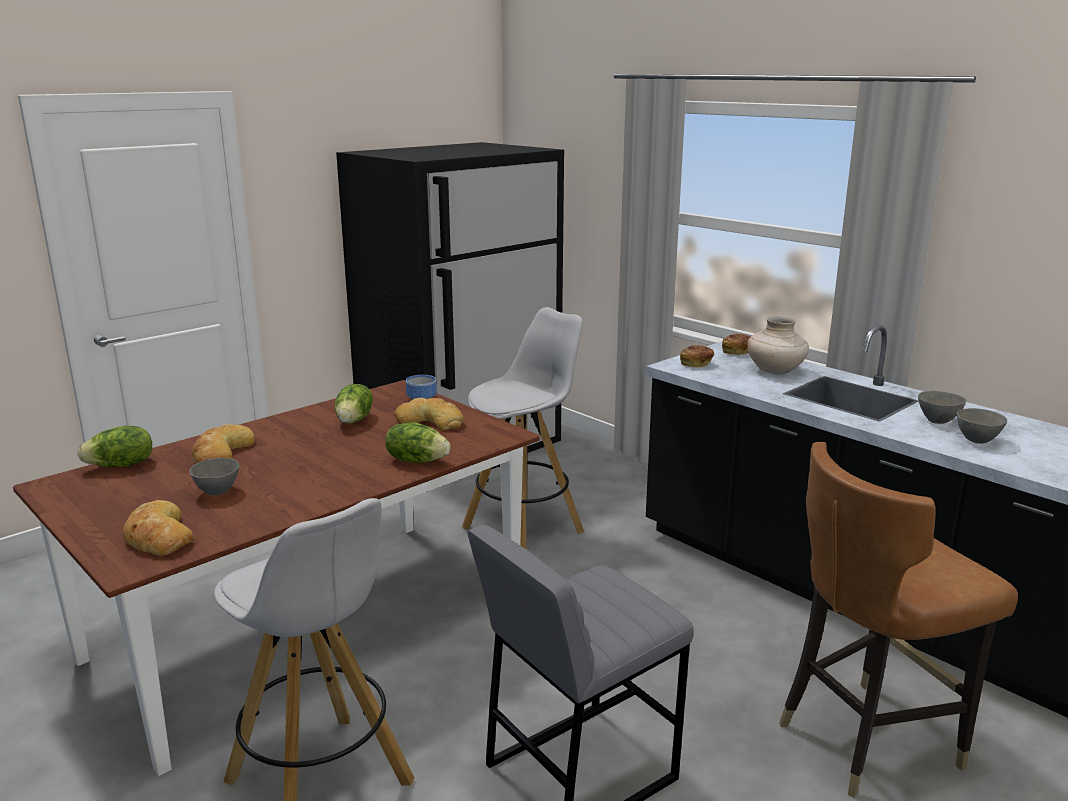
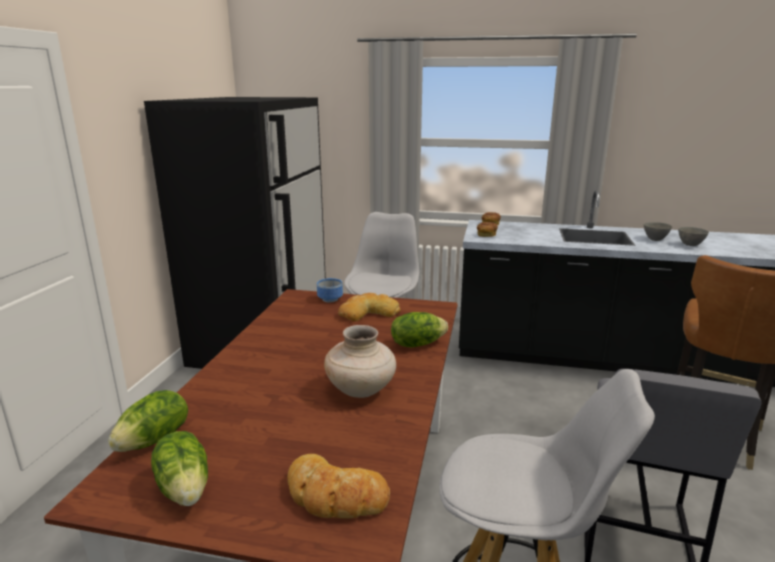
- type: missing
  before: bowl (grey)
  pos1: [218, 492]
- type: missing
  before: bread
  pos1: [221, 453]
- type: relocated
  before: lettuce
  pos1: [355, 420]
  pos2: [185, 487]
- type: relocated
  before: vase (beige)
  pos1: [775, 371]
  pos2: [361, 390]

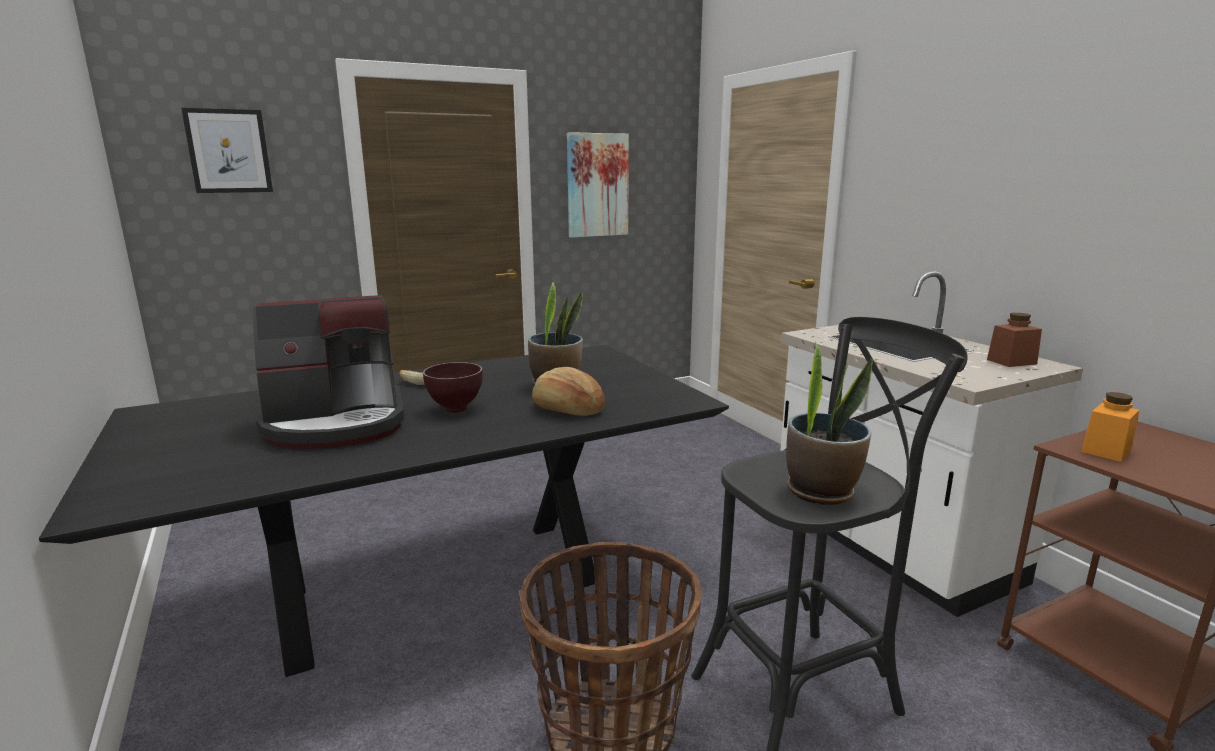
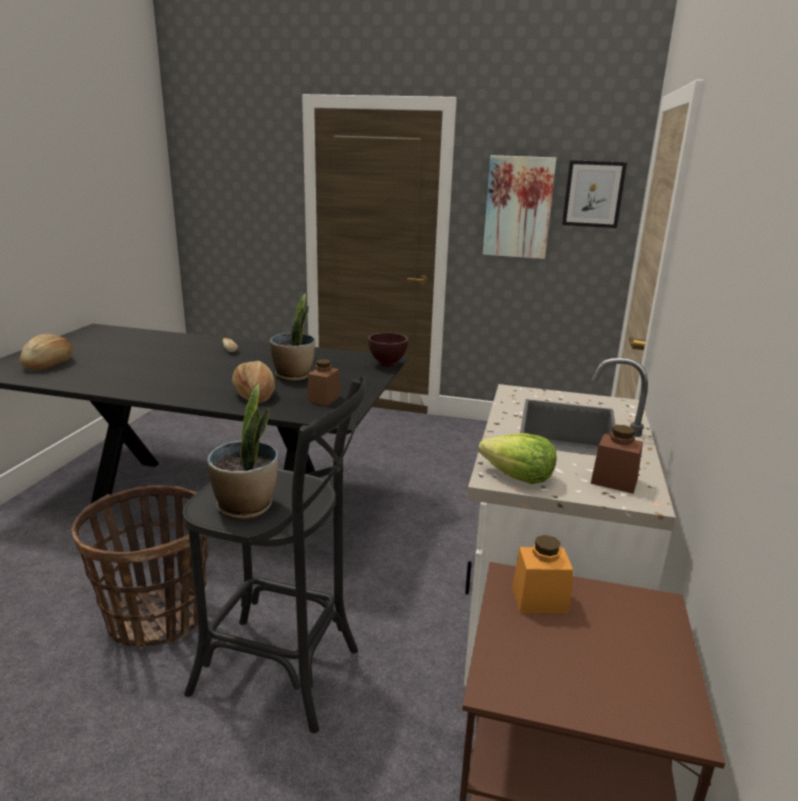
- type: missing
  before: coffee machine
  pos1: [337, 424]
- type: appeared
  after: bread
  pos2: [49, 364]
- type: appeared
  after: jar (brown)
  pos2: [324, 398]
- type: appeared
  after: lettuce
  pos2: [518, 476]
- type: relocated
  before: picture
  pos1: [229, 151]
  pos2: [593, 194]
- type: relocated
  before: bowl (brown)
  pos1: [456, 409]
  pos2: [388, 365]

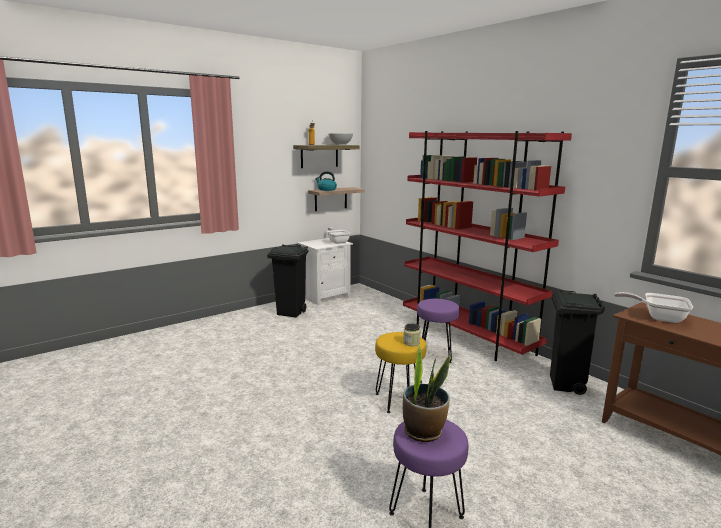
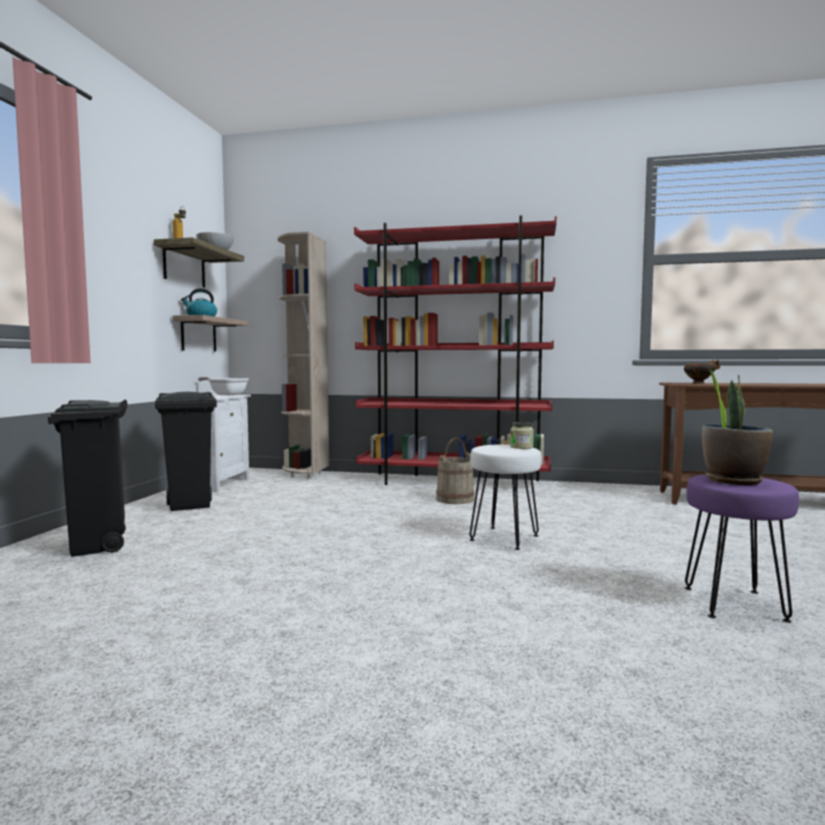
- type: appeared
  after: bookcase (beige)
  pos2: [303, 475]
- type: relocated
  before: trash can (black)
  pos1: [566, 385]
  pos2: [98, 547]
- type: exchanged
  before: stool (purple)
  after: bucket (beige)
  pos1: [435, 355]
  pos2: [455, 499]
- type: exchanged
  before: frying pan
  after: bowl
  pos1: [658, 317]
  pos2: [699, 383]
- type: colour
  before: stool (yellow)
  after: stool (white)
  pos1: [398, 400]
  pos2: [504, 538]

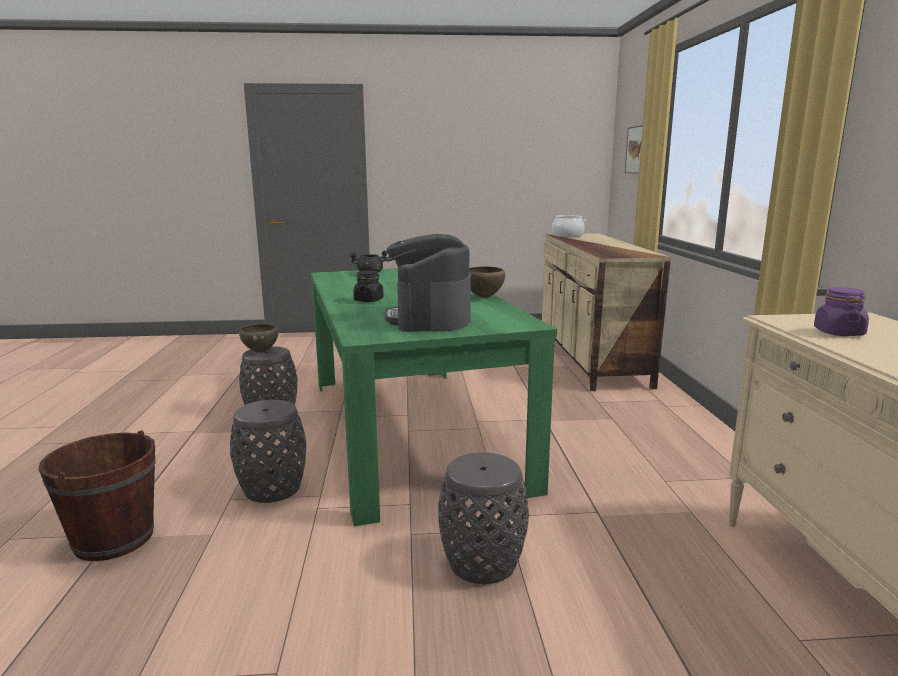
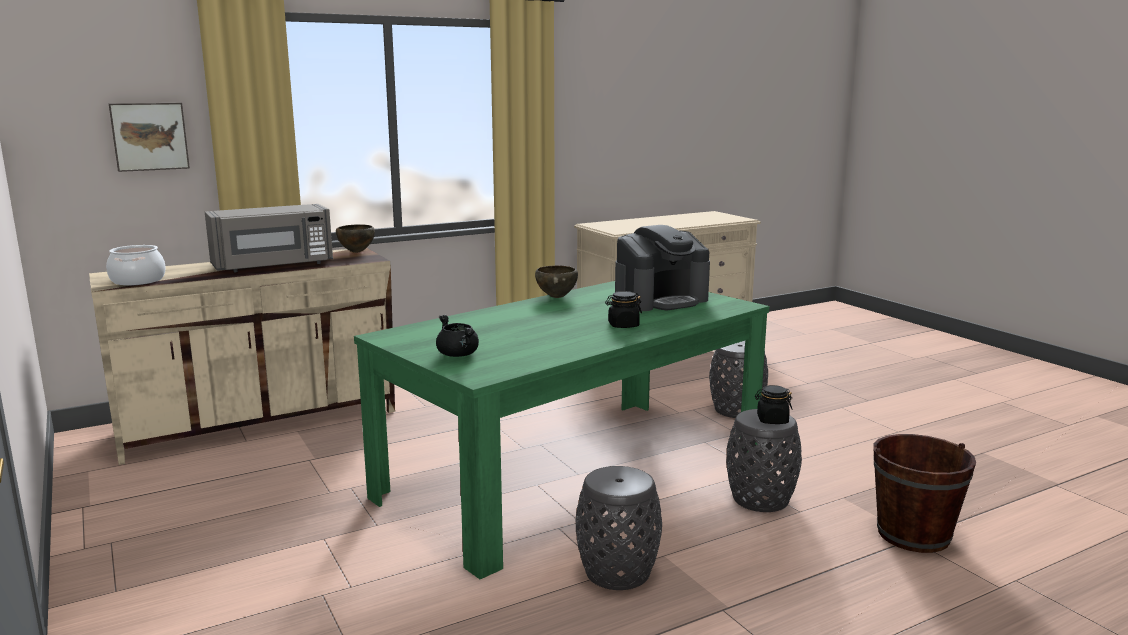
- type: missing
  before: jar (purple)
  pos1: [838, 333]
- type: appeared
  after: microwave (grey)
  pos2: [274, 266]
- type: appeared
  after: jar (black)
  pos2: [772, 420]
- type: relocated
  before: bowl (brown)
  pos1: [261, 352]
  pos2: [356, 252]

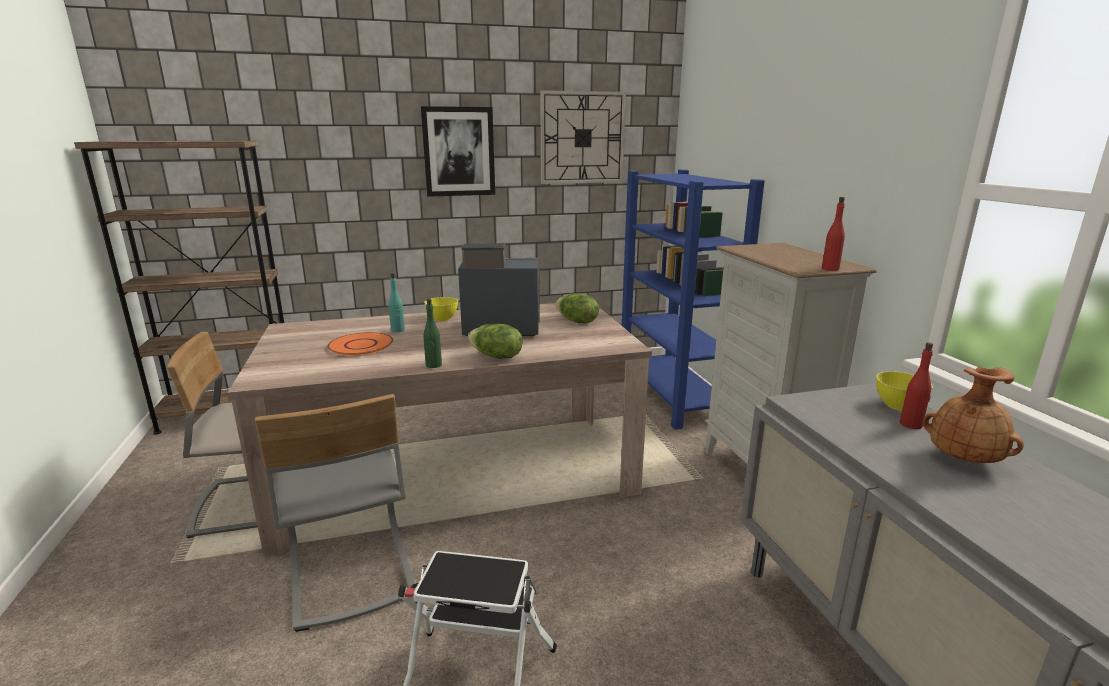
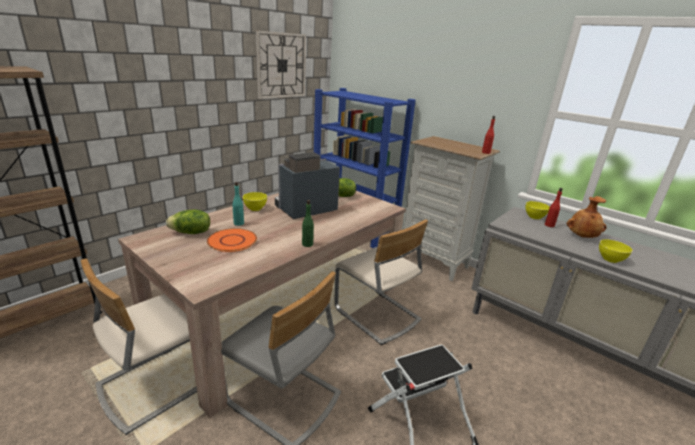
- type: missing
  before: picture
  pos1: [459, 152]
- type: appeared
  after: chair (beige)
  pos2: [376, 315]
- type: appeared
  after: bowl (yellow)
  pos2: [610, 259]
- type: relocated
  before: lettuce
  pos1: [496, 356]
  pos2: [191, 233]

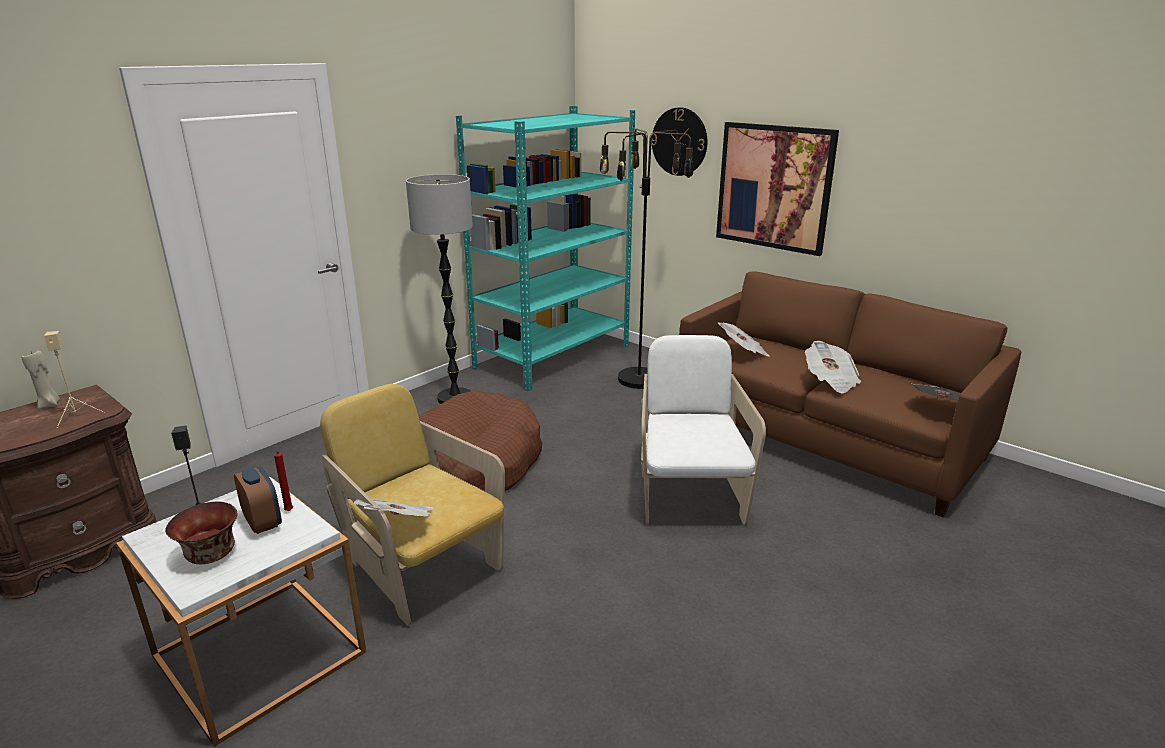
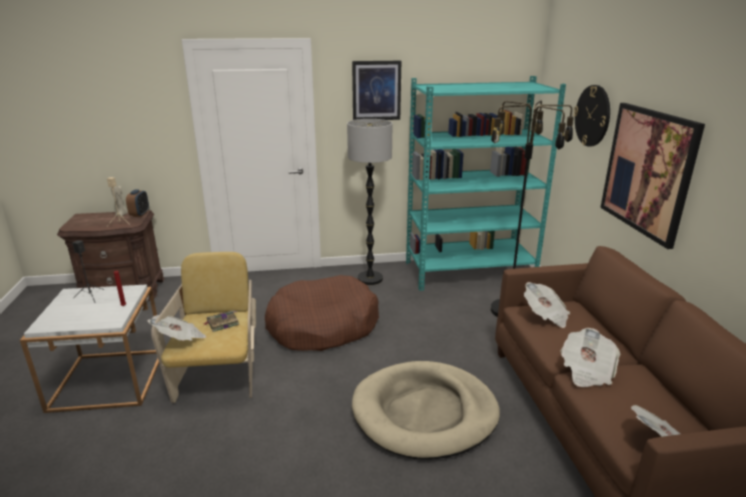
- type: missing
  before: bowl
  pos1: [212, 555]
- type: appeared
  after: book
  pos2: [222, 323]
- type: appeared
  after: picture
  pos2: [376, 91]
- type: relocated
  before: alarm clock
  pos1: [263, 522]
  pos2: [140, 214]
- type: exchanged
  before: armchair (white)
  after: dog bed (beige)
  pos1: [689, 494]
  pos2: [424, 413]

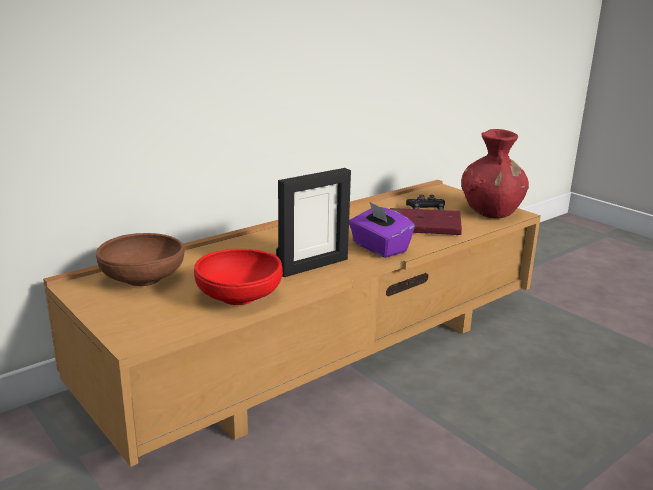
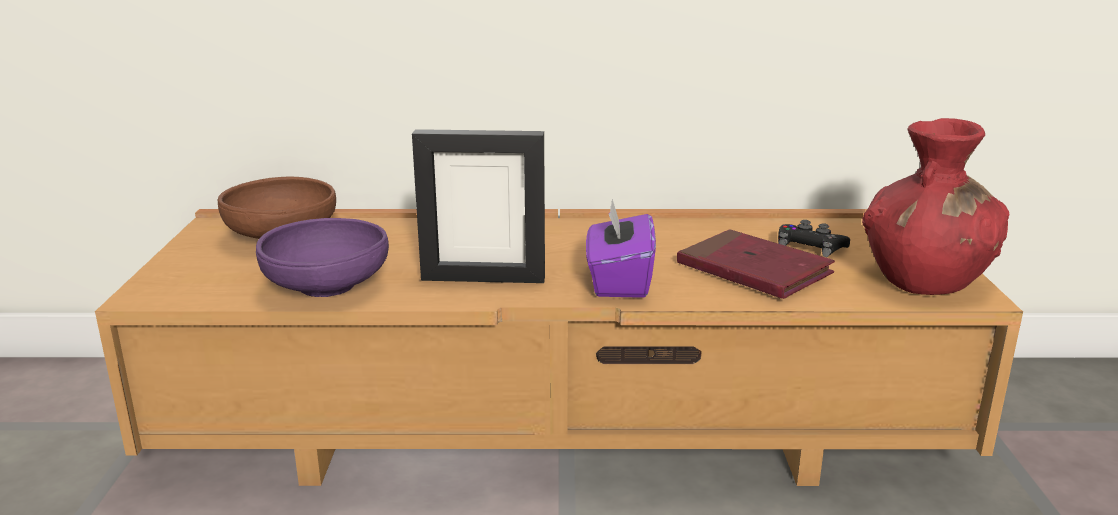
- type: colour
  before: bowl (red)
  after: bowl (purple)
  pos1: [239, 297]
  pos2: [327, 287]

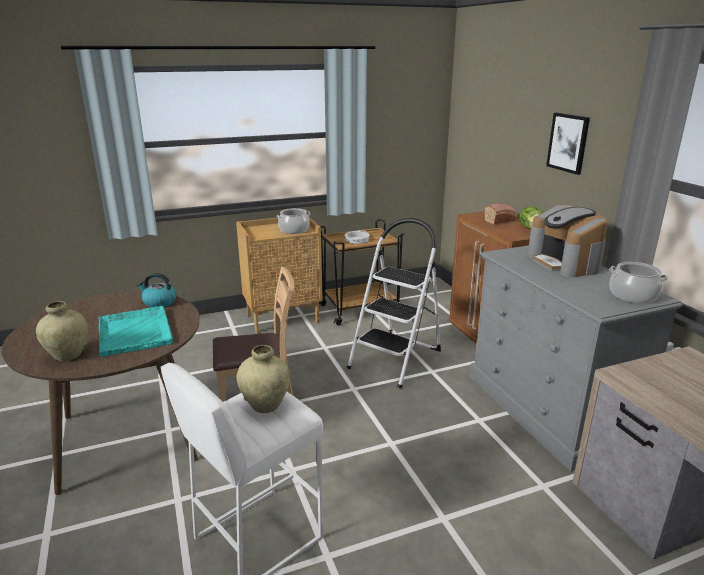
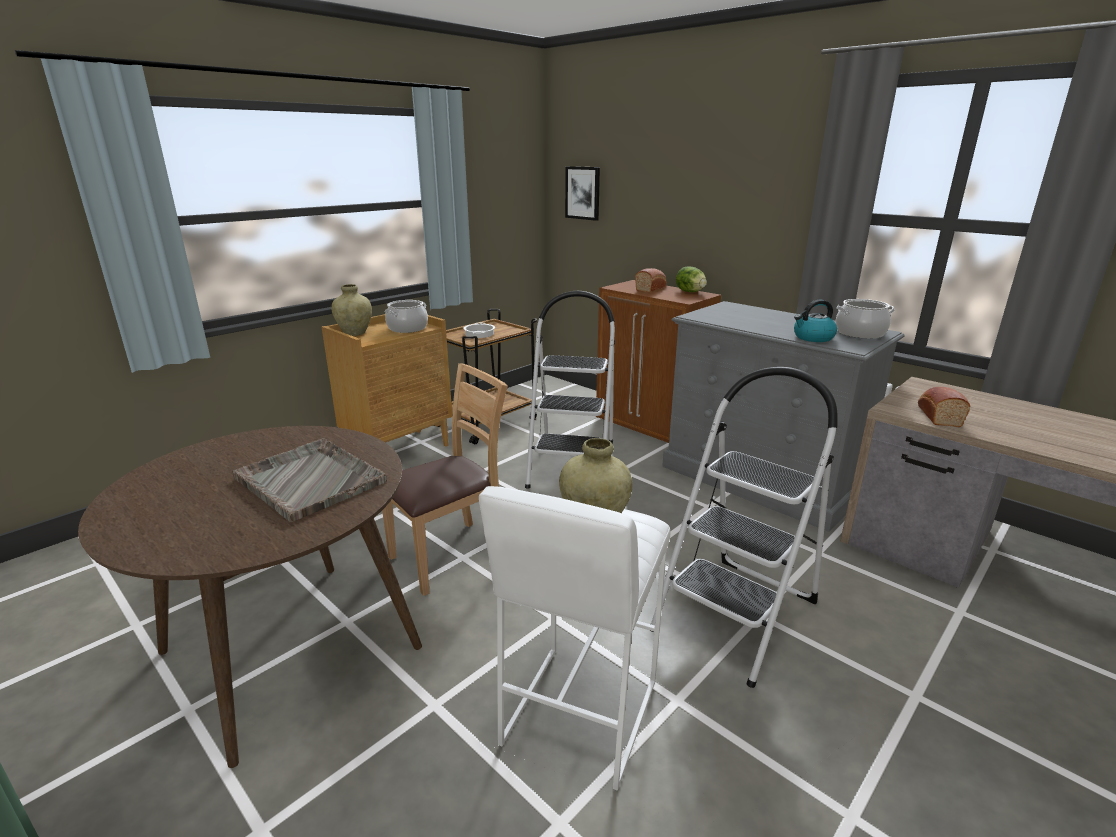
- type: missing
  before: coffee machine
  pos1: [564, 263]
- type: appeared
  after: step ladder
  pos2: [739, 614]
- type: appeared
  after: bread
  pos2: [938, 415]
- type: relocated
  before: vase (beige)
  pos1: [68, 355]
  pos2: [355, 333]
- type: relocated
  before: kettle
  pos1: [159, 302]
  pos2: [813, 338]
- type: relocated
  before: picture
  pos1: [568, 143]
  pos2: [583, 193]
- type: colour
  before: tray (turquoise)
  after: tray (grey)
  pos1: [135, 332]
  pos2: [309, 479]

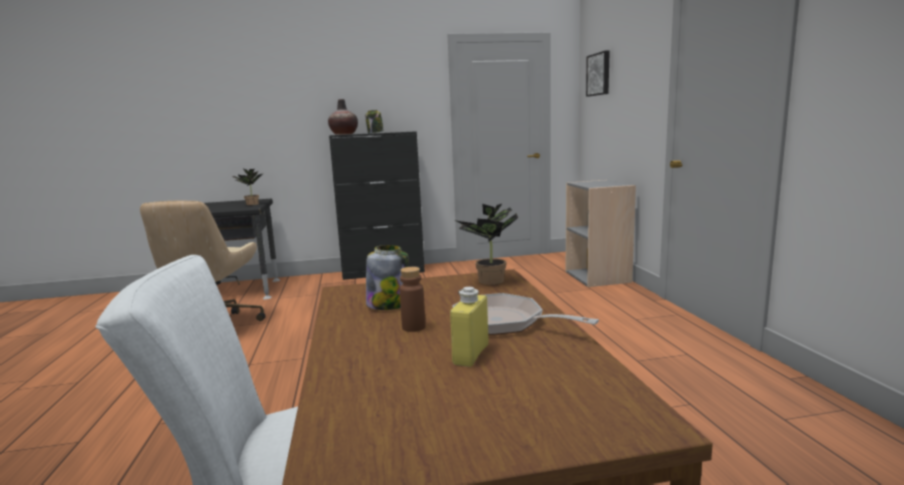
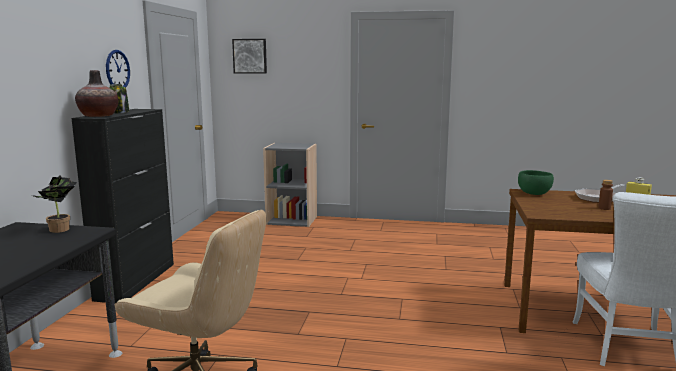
- type: missing
  before: jar
  pos1: [388, 304]
- type: appeared
  after: wall clock
  pos2: [117, 70]
- type: exchanged
  before: potted plant
  after: bowl (green)
  pos1: [489, 282]
  pos2: [534, 193]

